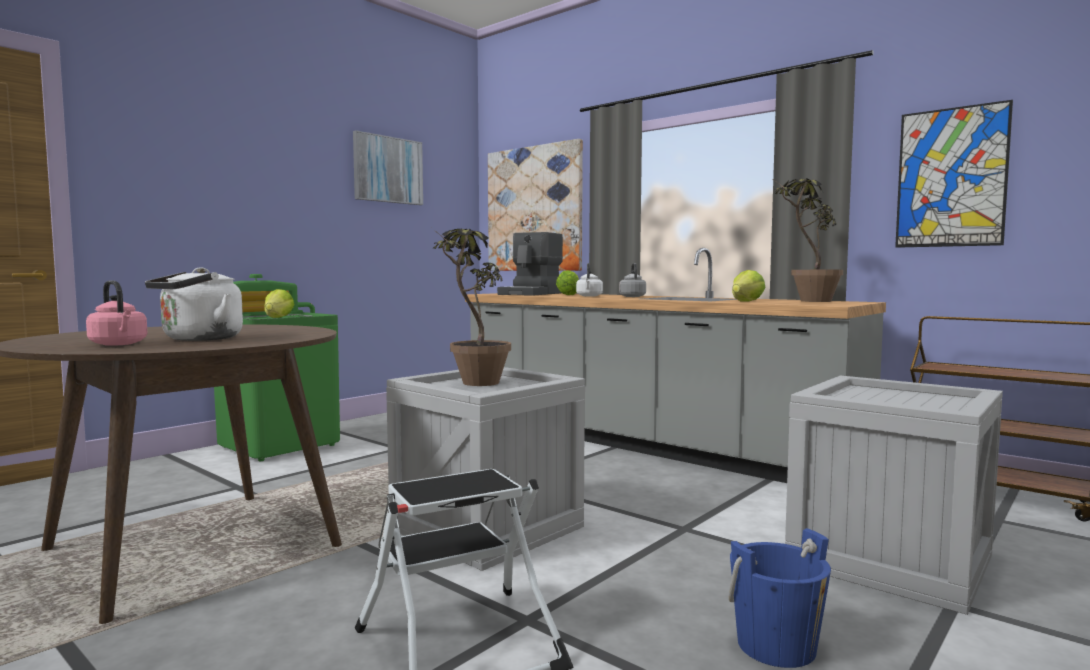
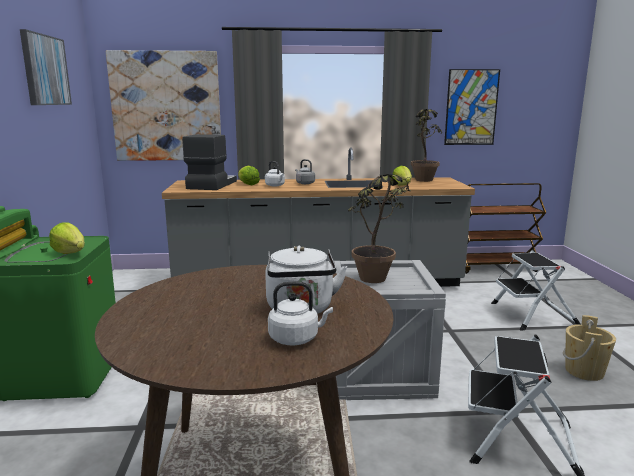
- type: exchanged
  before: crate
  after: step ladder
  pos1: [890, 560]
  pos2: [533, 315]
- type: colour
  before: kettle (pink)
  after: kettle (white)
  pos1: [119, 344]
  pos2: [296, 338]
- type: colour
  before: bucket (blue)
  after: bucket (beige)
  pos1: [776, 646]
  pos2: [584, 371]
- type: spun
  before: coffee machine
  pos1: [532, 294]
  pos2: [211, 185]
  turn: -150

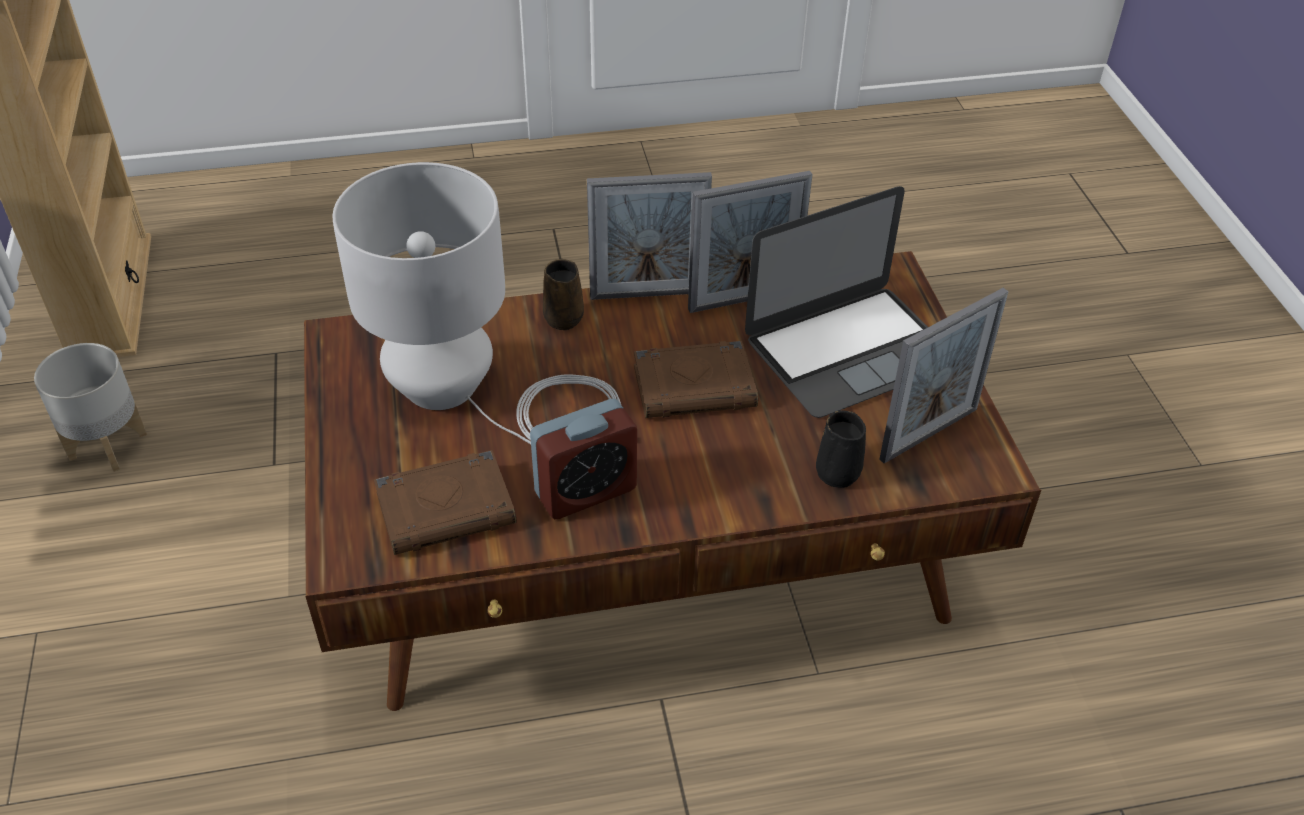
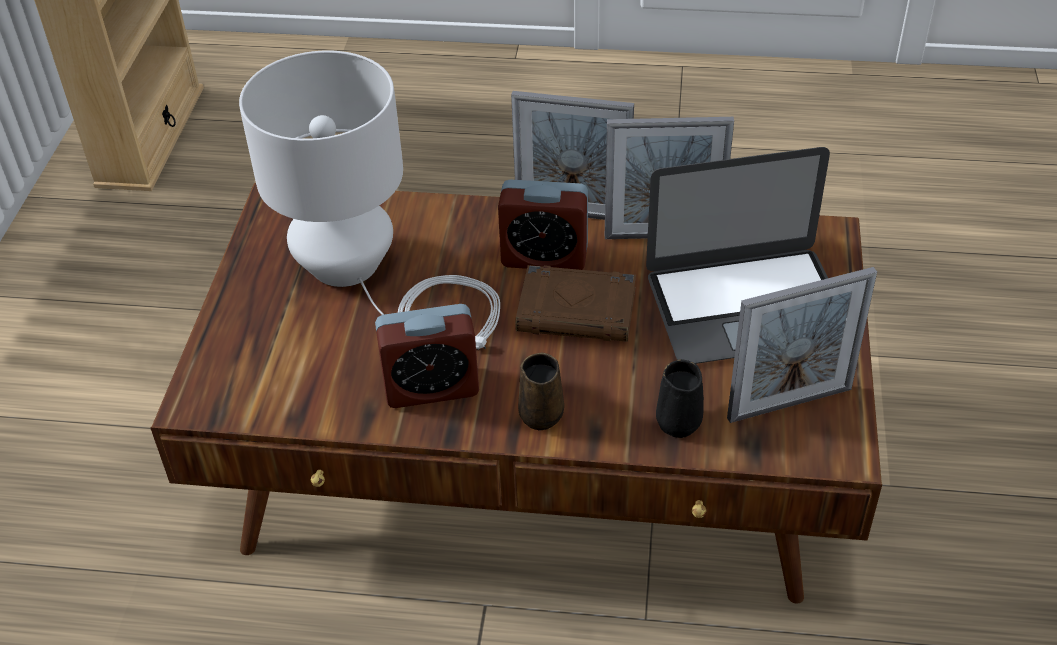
- type: missing
  before: planter (grey)
  pos1: [106, 445]
- type: missing
  before: book (brown)
  pos1: [447, 509]
- type: appeared
  after: alarm clock
  pos2: [544, 257]
- type: relocated
  before: mug (brown)
  pos1: [564, 317]
  pos2: [542, 413]

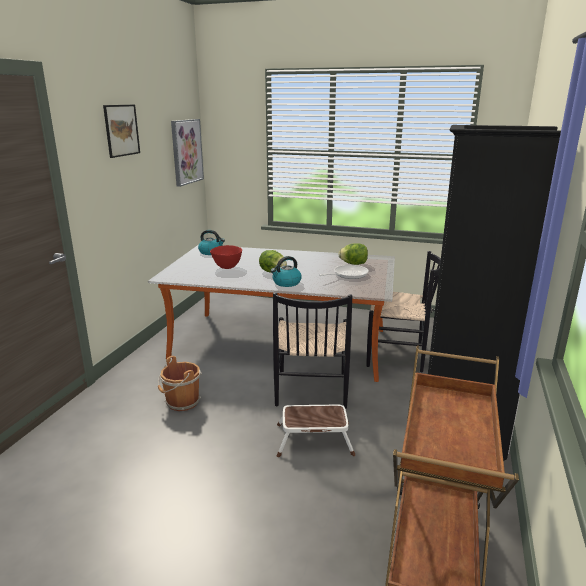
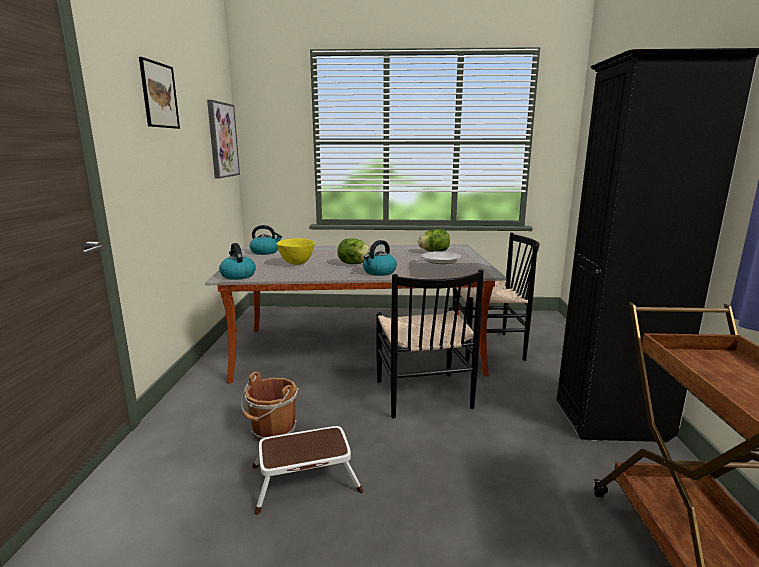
- type: appeared
  after: kettle
  pos2: [237, 275]
- type: relocated
  before: step ladder (brown)
  pos1: [314, 439]
  pos2: [306, 479]
- type: colour
  before: bowl (red)
  after: bowl (yellow)
  pos1: [227, 267]
  pos2: [297, 263]

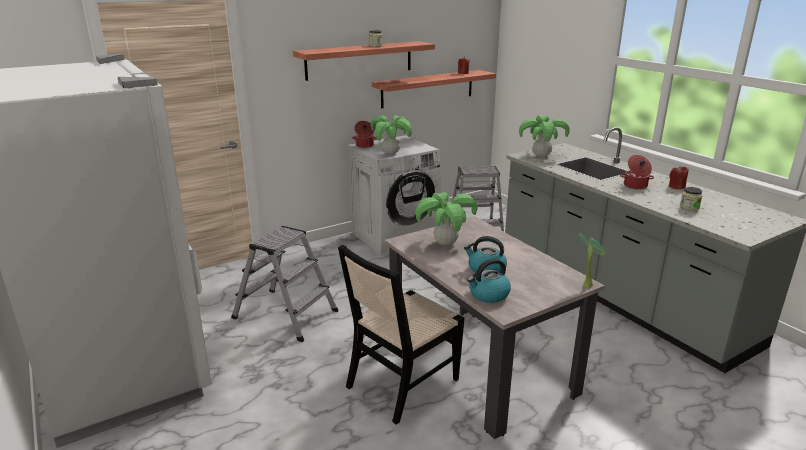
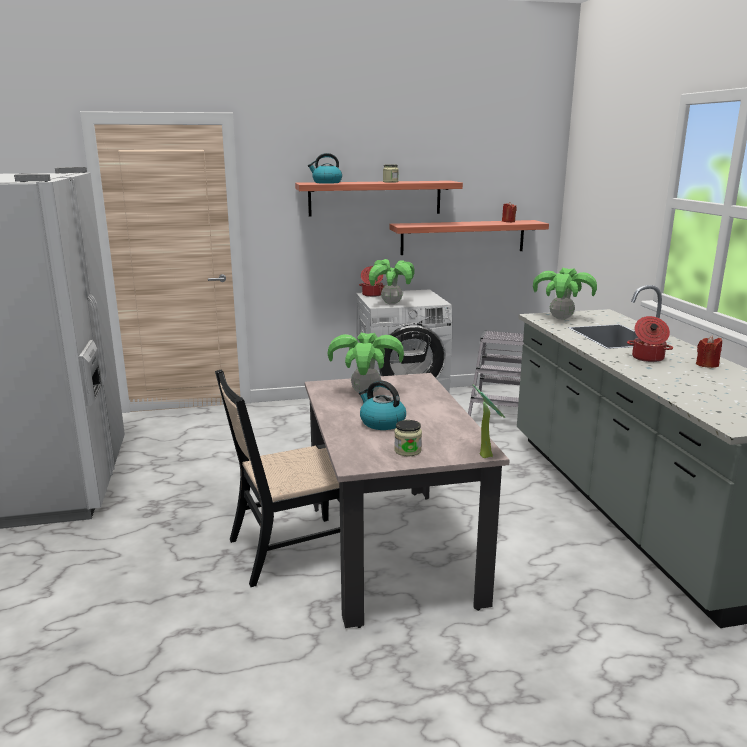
- type: missing
  before: step ladder (grey)
  pos1: [285, 314]
- type: relocated
  before: kettle
  pos1: [488, 294]
  pos2: [326, 182]
- type: relocated
  before: jar
  pos1: [689, 207]
  pos2: [407, 450]

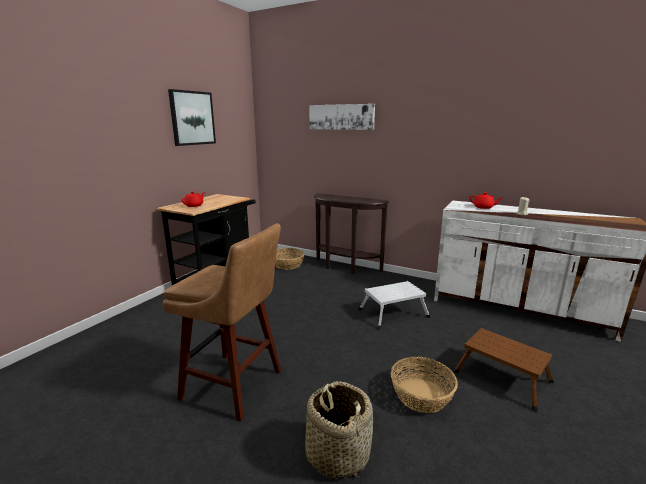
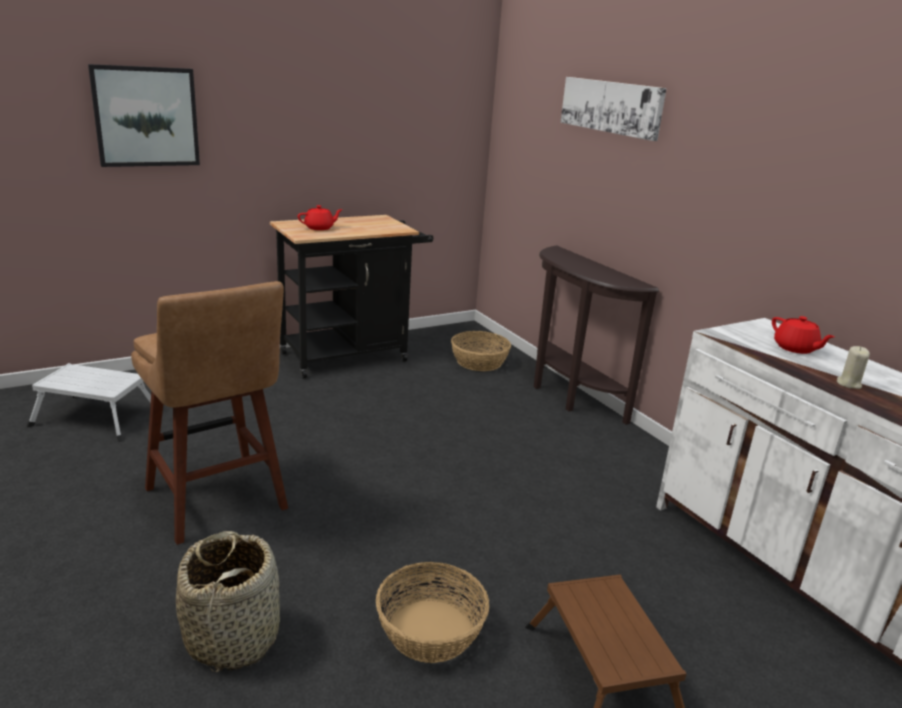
- type: relocated
  before: picture
  pos1: [192, 118]
  pos2: [146, 116]
- type: relocated
  before: step ladder (white)
  pos1: [394, 313]
  pos2: [96, 417]

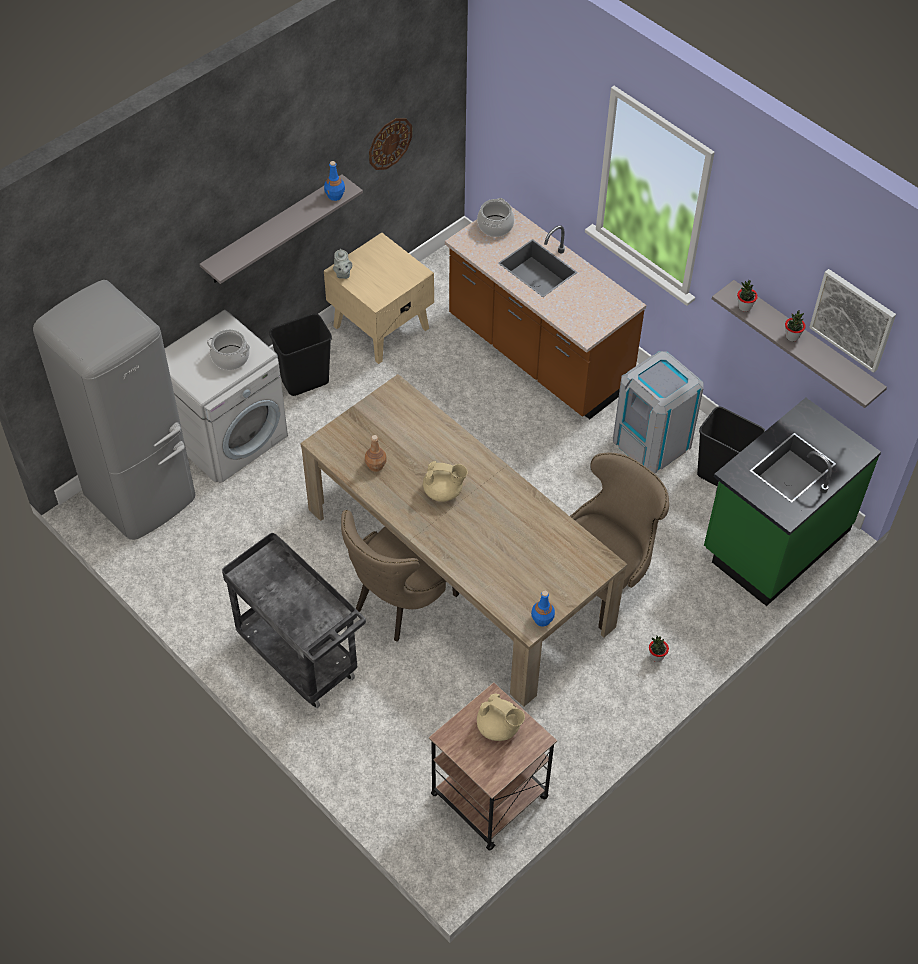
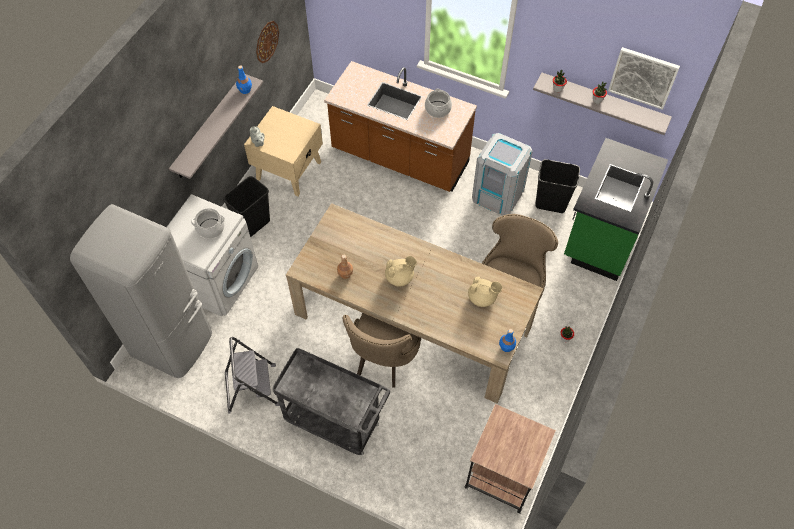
- type: appeared
  after: step ladder (grey)
  pos2: [249, 388]
- type: relocated
  before: cooking pot
  pos1: [495, 226]
  pos2: [438, 109]
- type: relocated
  before: teapot (beige)
  pos1: [499, 727]
  pos2: [482, 298]

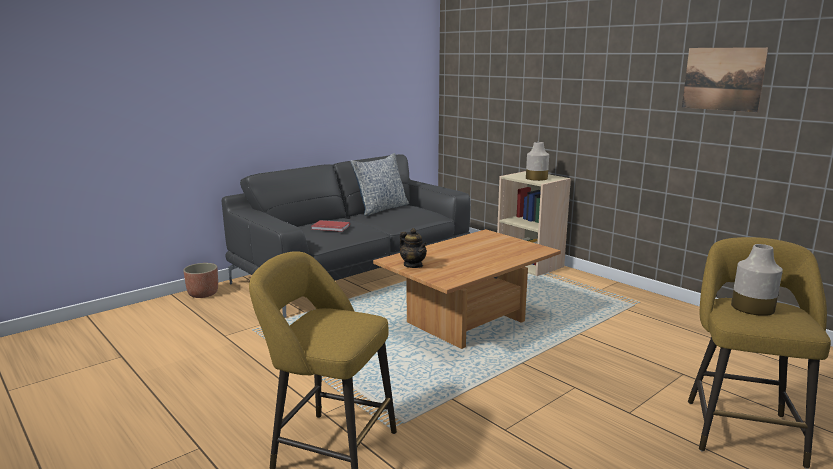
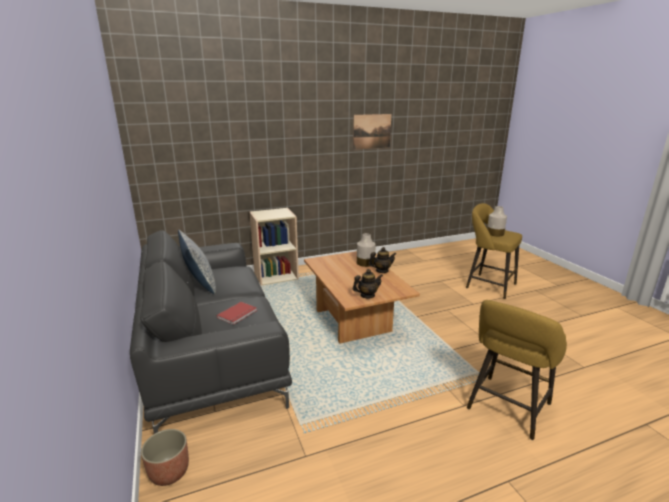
- type: appeared
  after: teapot
  pos2: [382, 271]
- type: relocated
  before: vase (beige)
  pos1: [536, 178]
  pos2: [365, 262]

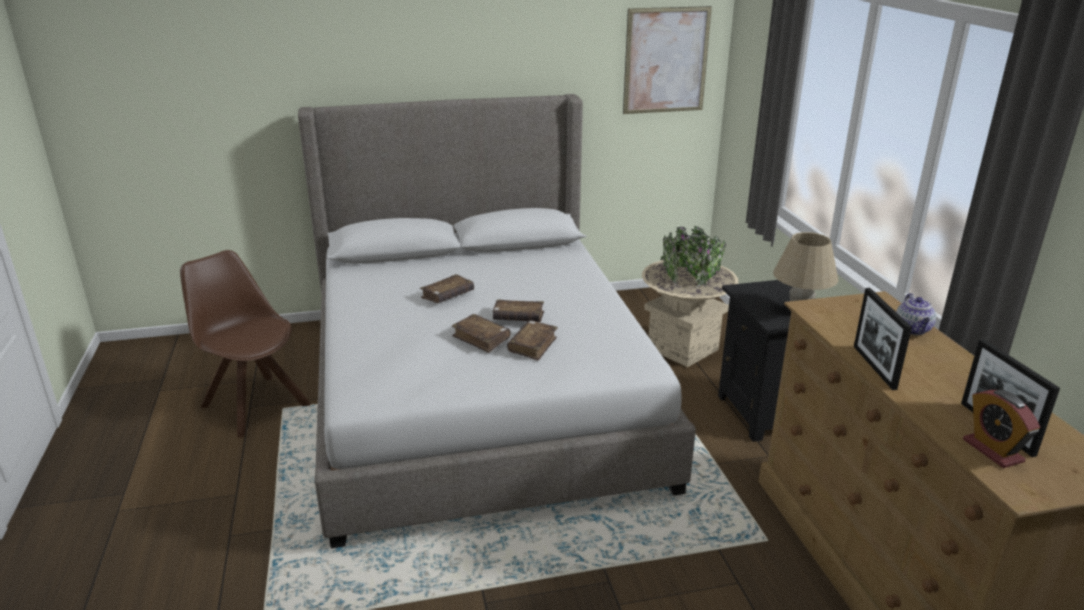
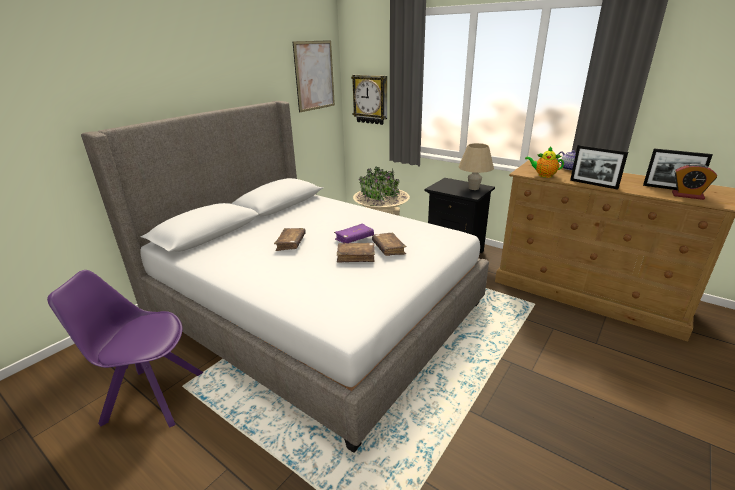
- type: appeared
  after: wall clock
  pos2: [370, 99]
- type: appeared
  after: teapot
  pos2: [543, 175]
- type: colour
  before: chair (brown)
  after: chair (purple)
  pos1: [254, 404]
  pos2: [152, 396]
- type: colour
  before: book (brown)
  after: book (purple)
  pos1: [518, 318]
  pos2: [354, 238]

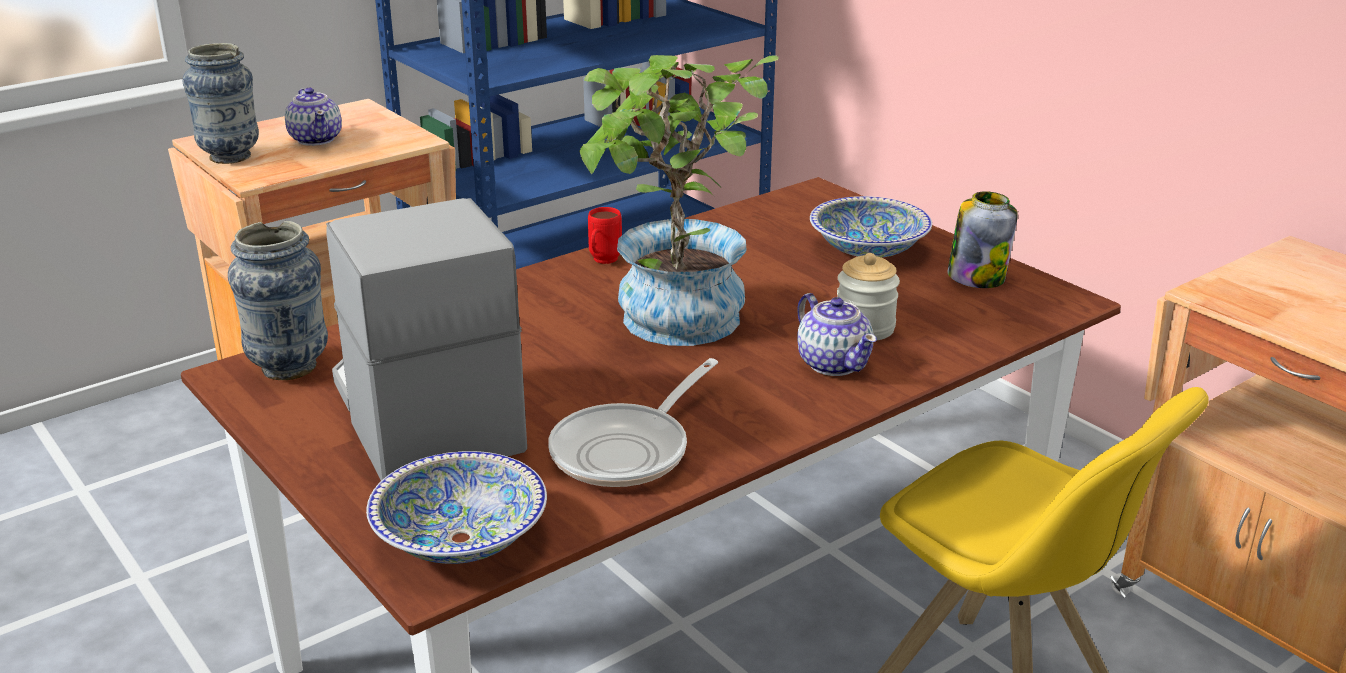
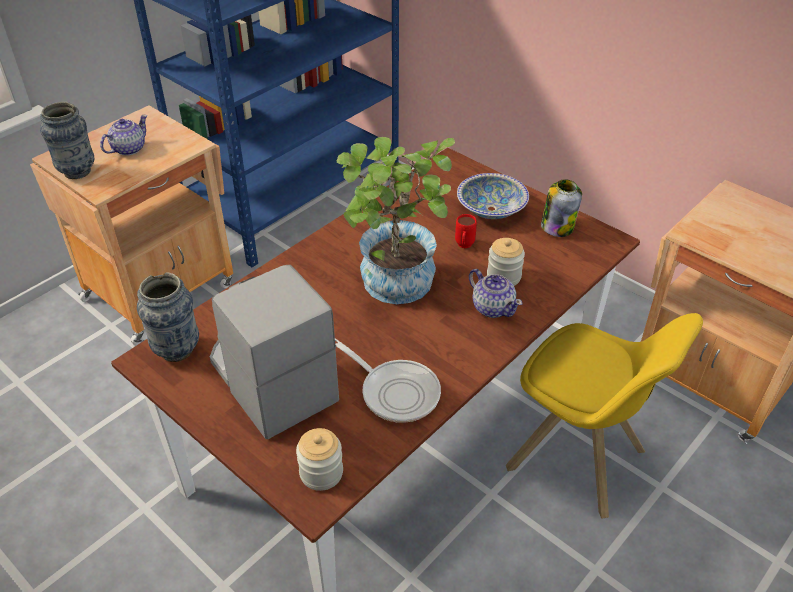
- type: relocated
  before: mug (red)
  pos1: [602, 262]
  pos2: [464, 246]
- type: exchanged
  before: bowl
  after: jar
  pos1: [460, 539]
  pos2: [321, 473]
- type: spun
  before: teapot
  pos1: [316, 139]
  pos2: [128, 149]
  turn: -105
- type: spun
  before: frying pan
  pos1: [628, 450]
  pos2: [395, 391]
  turn: -75

